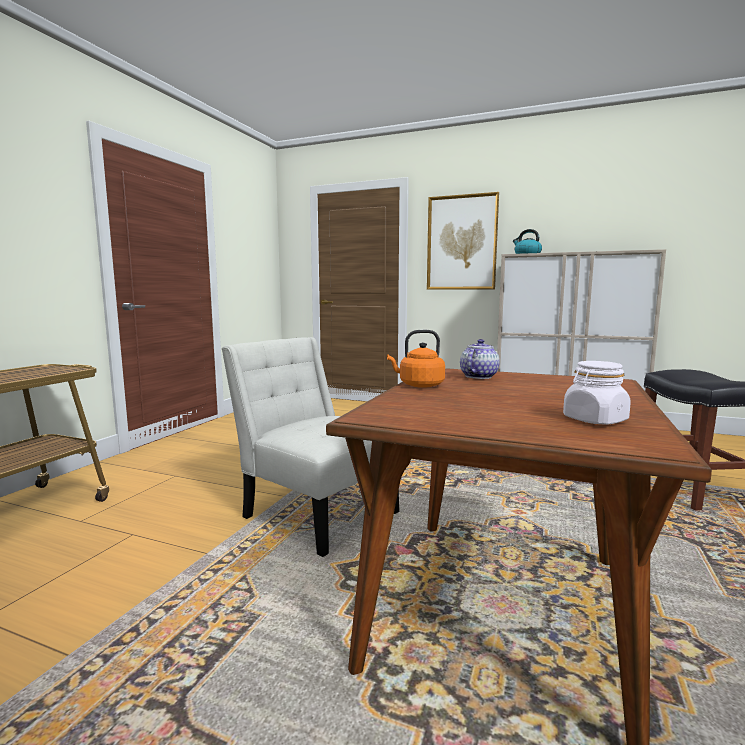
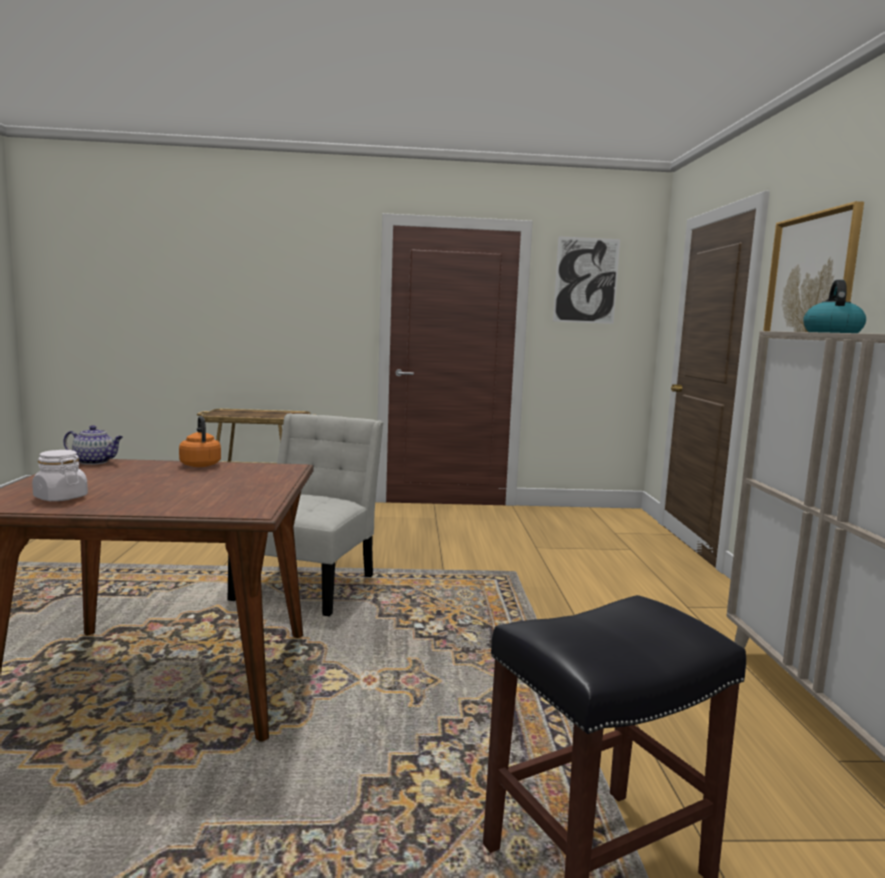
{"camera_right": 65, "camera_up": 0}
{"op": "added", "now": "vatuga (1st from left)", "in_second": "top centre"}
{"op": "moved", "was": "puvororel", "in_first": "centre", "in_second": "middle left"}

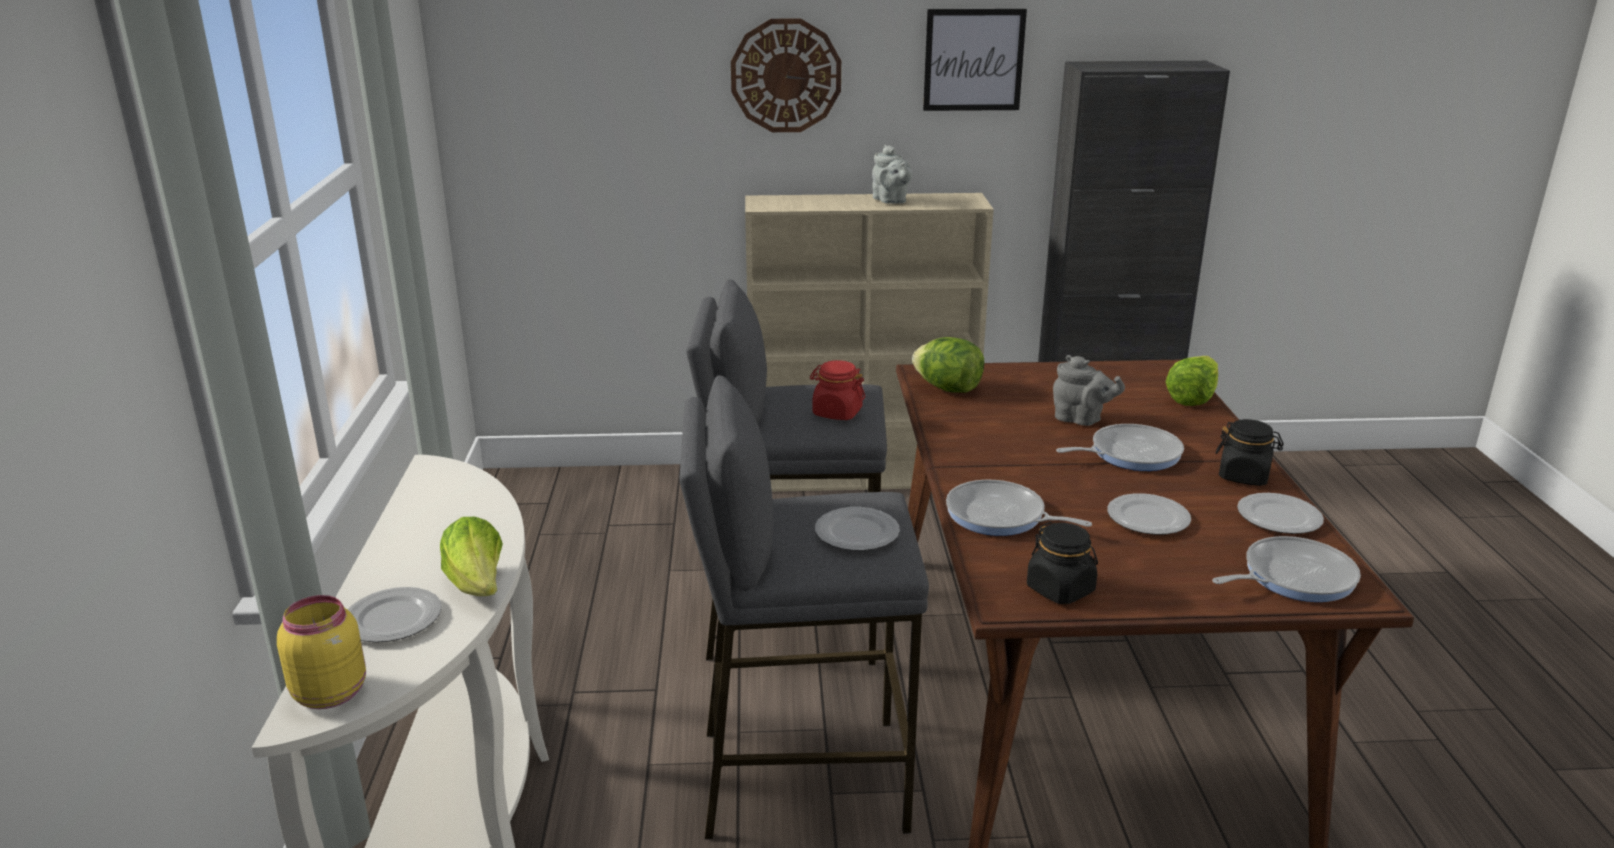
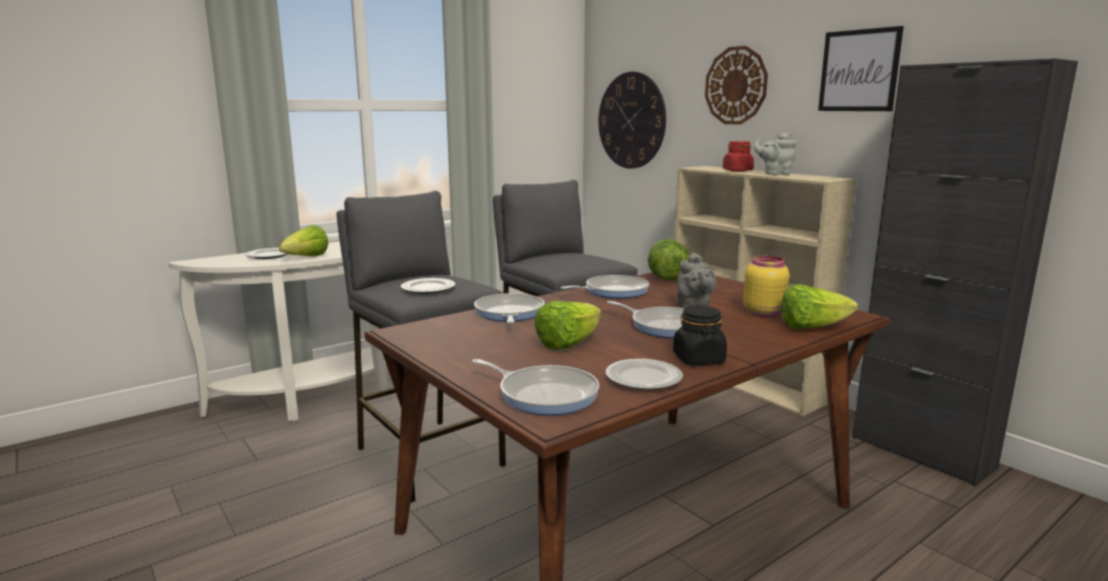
{"camera_right": 55, "camera_up": -10}
{"op": "removed", "was": "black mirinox (1st from left)", "in_first": "centre"}
{"op": "added", "now": "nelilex (3rd from left)", "in_second": "centre"}
{"op": "added", "now": "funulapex (1st from left)", "in_second": "top centre"}
{"op": "moved", "was": "yellow mirinox", "in_first": "bottom left", "in_second": "middle right"}
{"op": "moved", "was": "red mirinox", "in_first": "centre", "in_second": "top centre"}
{"op": "replaced", "was": "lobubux (3rd from left)", "now": "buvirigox (2nd from left)", "in_first": "middle right", "in_second": "centre"}
{"op": "turned", "was": "grey puvororel (1st from left in the first image)", "in_first": "top centre", "in_second": "top right", "clockwise": 60}

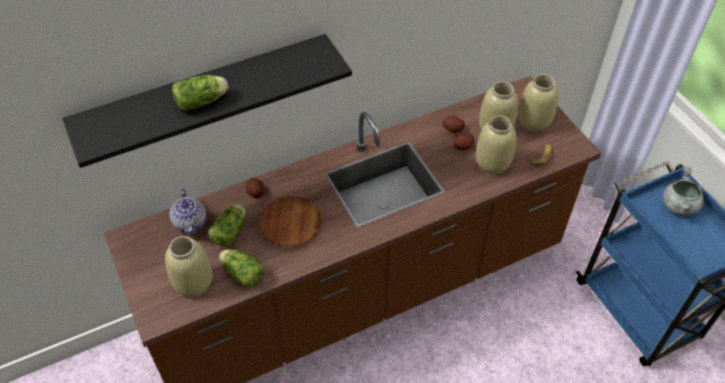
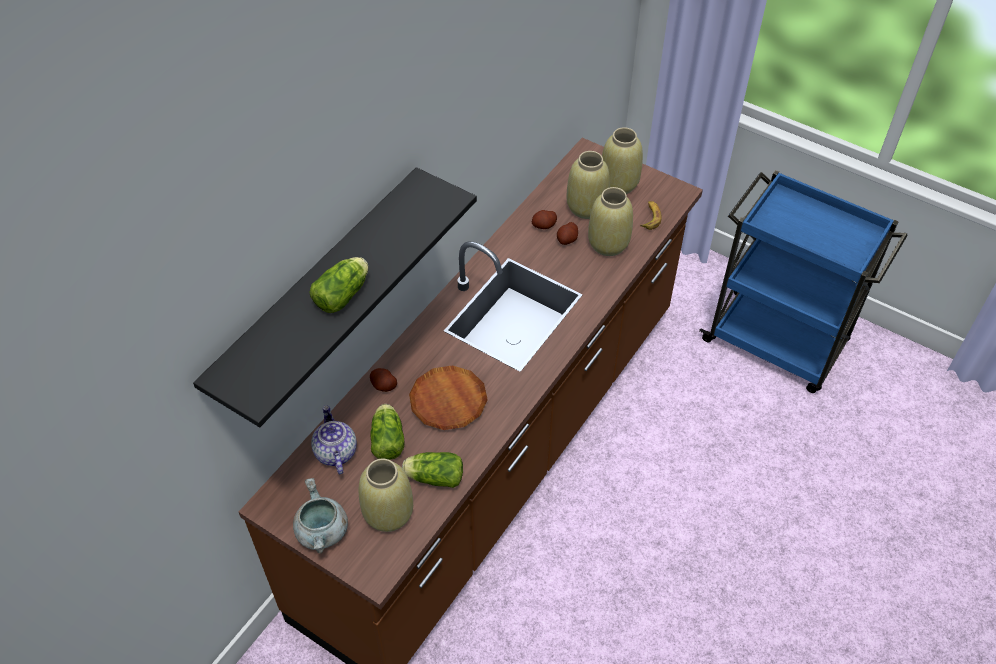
{"camera_right": -30, "camera_up": 0}
{"op": "moved", "was": "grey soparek", "in_first": "middle right", "in_second": "bottom left"}
{"op": "turned", "was": "puvororel", "in_first": "middle left", "in_second": "centre", "clockwise": -150}

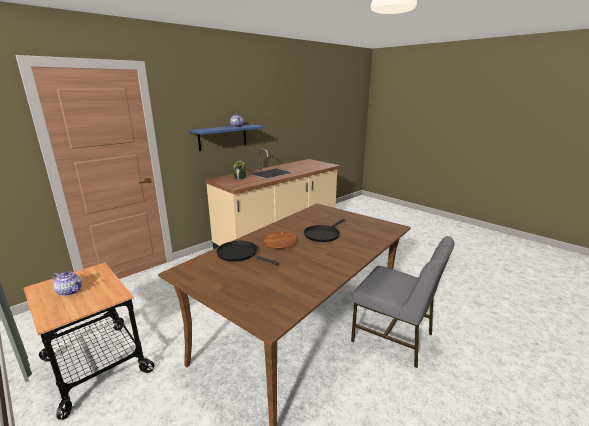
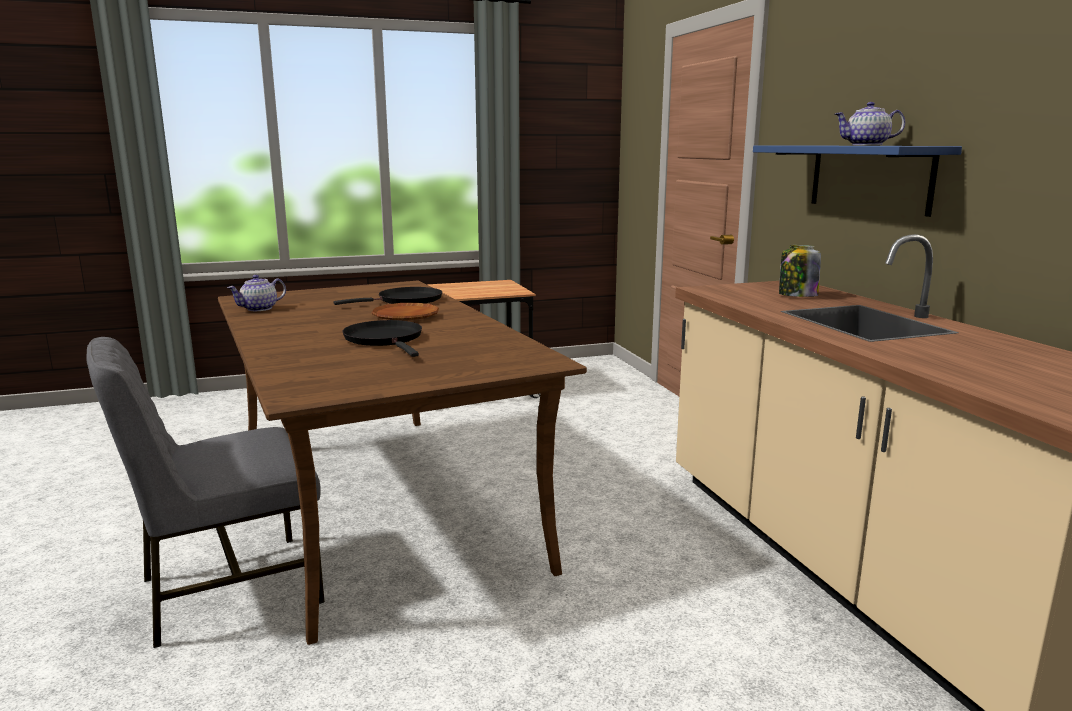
{"camera_right": 115, "camera_up": -5}
{"op": "moved", "was": "puvororel (1st from left)", "in_first": "bottom left", "in_second": "middle left"}

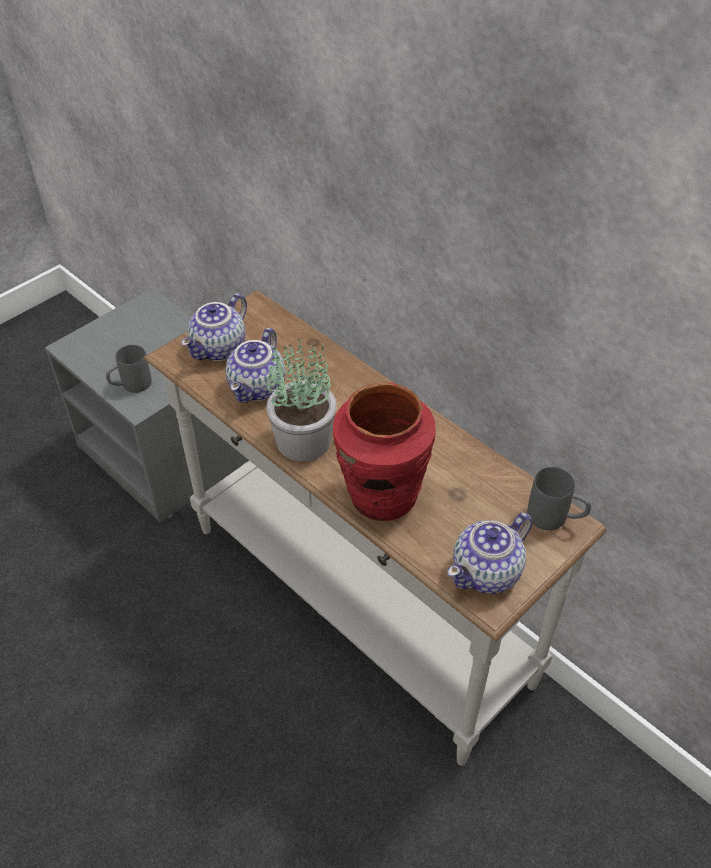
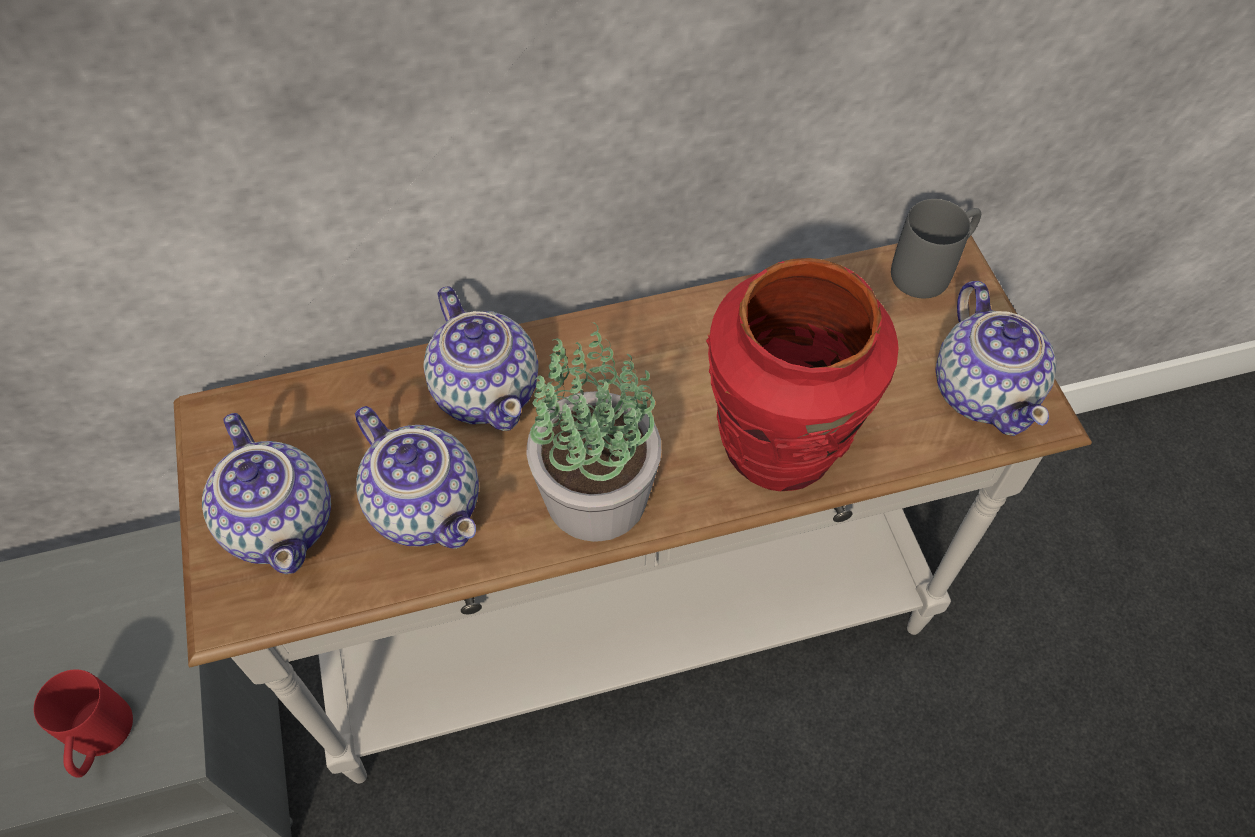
{"camera_right": -60, "camera_up": 10}
{"op": "added", "now": "puvororel (3rd from left)", "in_second": "centre"}
{"op": "recoloured", "was": "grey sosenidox (1st from left)", "now": "red sosenidox", "in_first": "middle left", "in_second": "bottom left"}

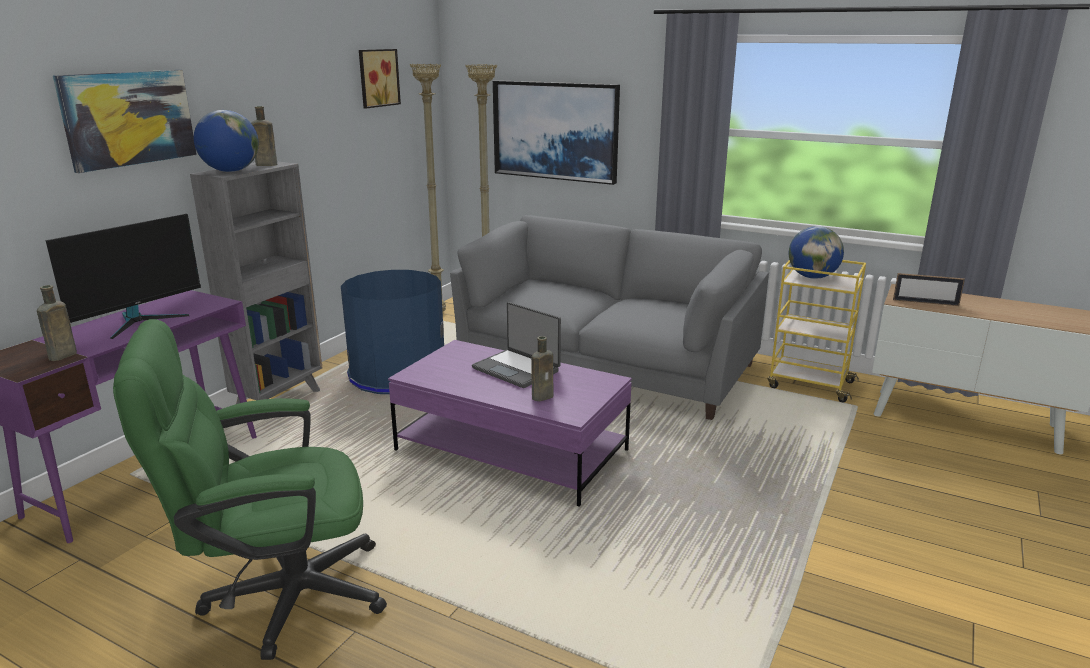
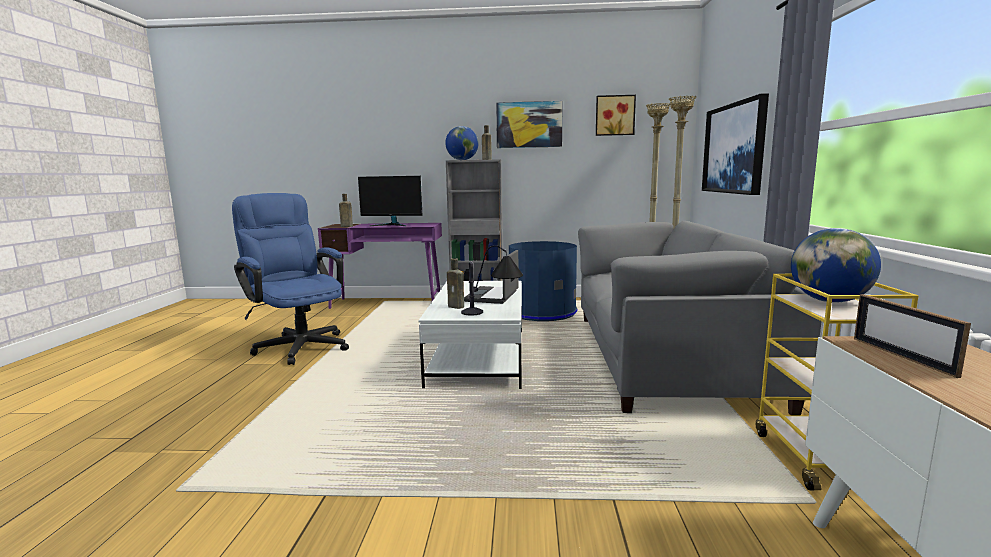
{"camera_right": 65, "camera_up": -10}
{"op": "added", "now": "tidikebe", "in_second": "centre"}
{"op": "moved", "was": "vatuga (1st from left)", "in_first": "top left", "in_second": "top centre"}
{"op": "recoloured", "was": "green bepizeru", "now": "blue bepizeru", "in_first": "bottom left", "in_second": "middle left"}
{"op": "recoloured", "was": "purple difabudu", "now": "white difabudu", "in_first": "centre", "in_second": "centre"}

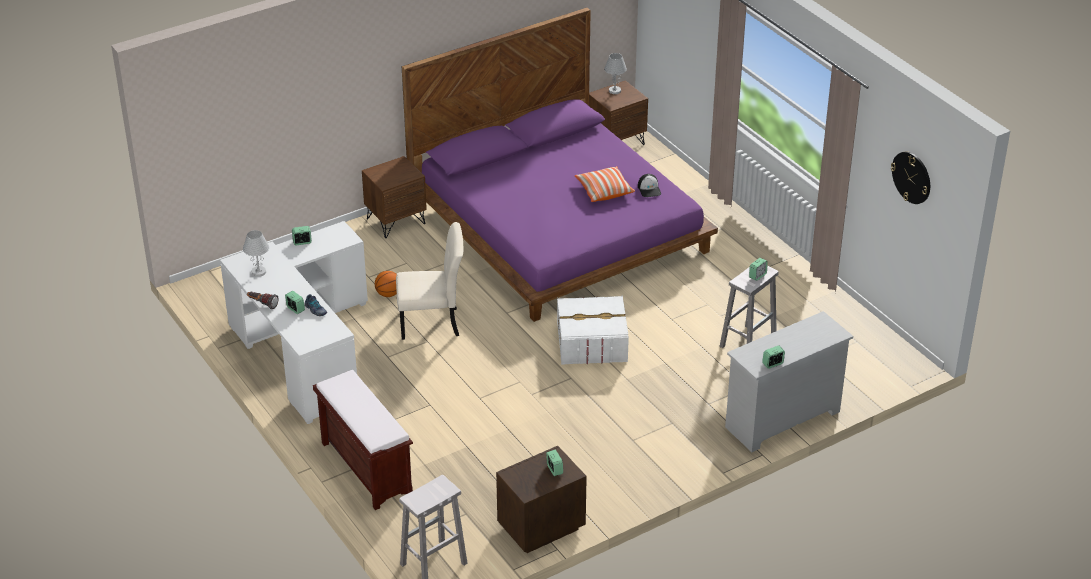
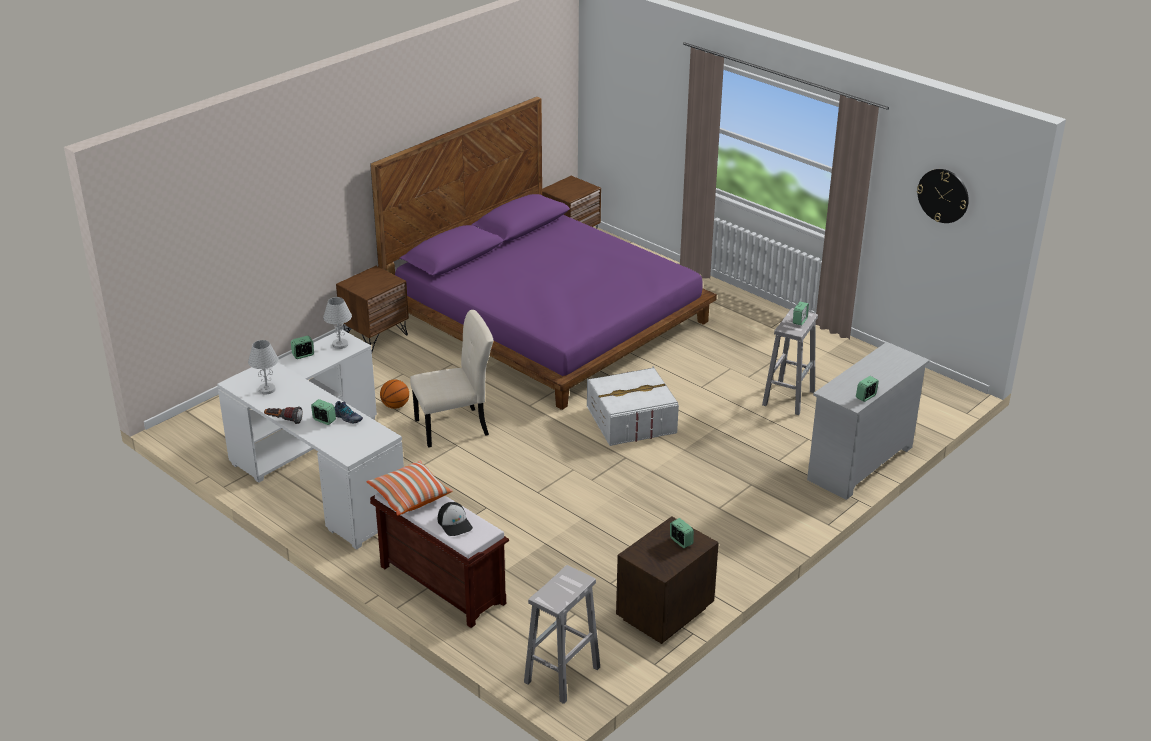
{"camera_right": -15, "camera_up": -5}
{"op": "moved", "was": "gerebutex", "in_first": "top centre", "in_second": "centre"}
{"op": "moved", "was": "white tidikebe (2nd from left)", "in_first": "top centre", "in_second": "middle left"}
{"op": "moved", "was": "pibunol", "in_first": "top centre", "in_second": "bottom centre"}

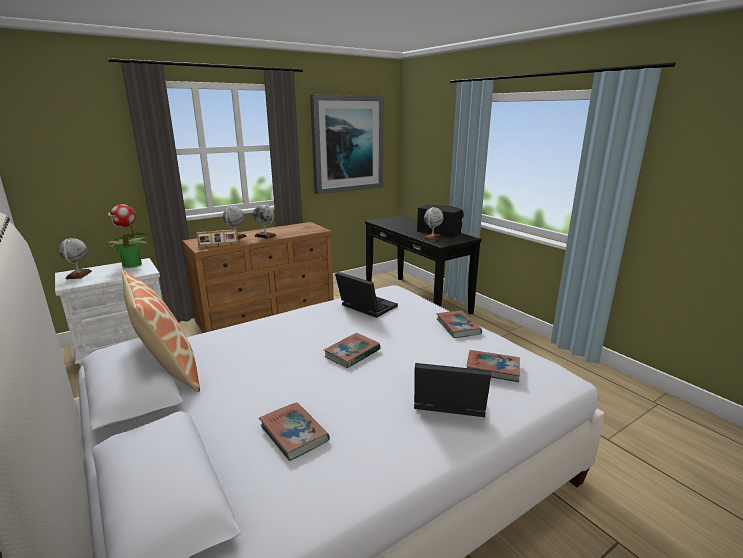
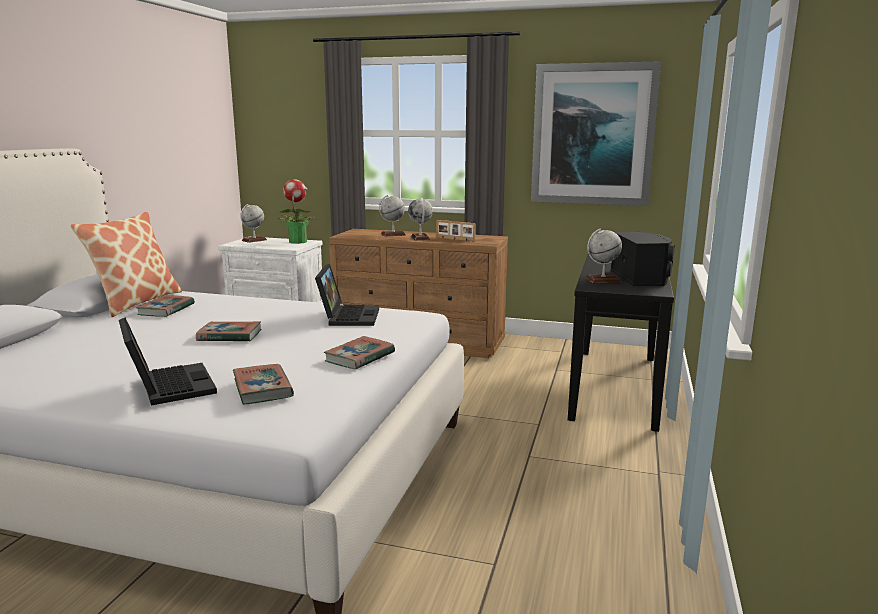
{"camera_right": 50, "camera_up": -5}
{"op": "moved", "was": "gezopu", "in_first": "middle left", "in_second": "centre"}
{"op": "moved", "was": "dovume (1st from left)", "in_first": "bottom centre", "in_second": "middle left"}

